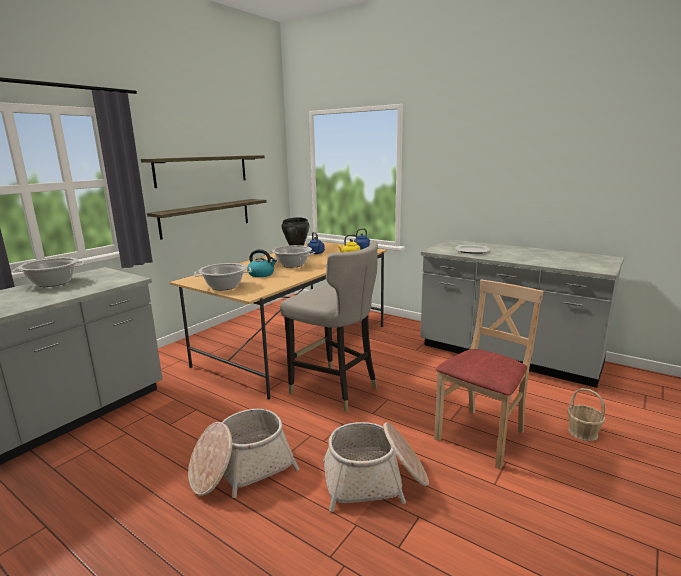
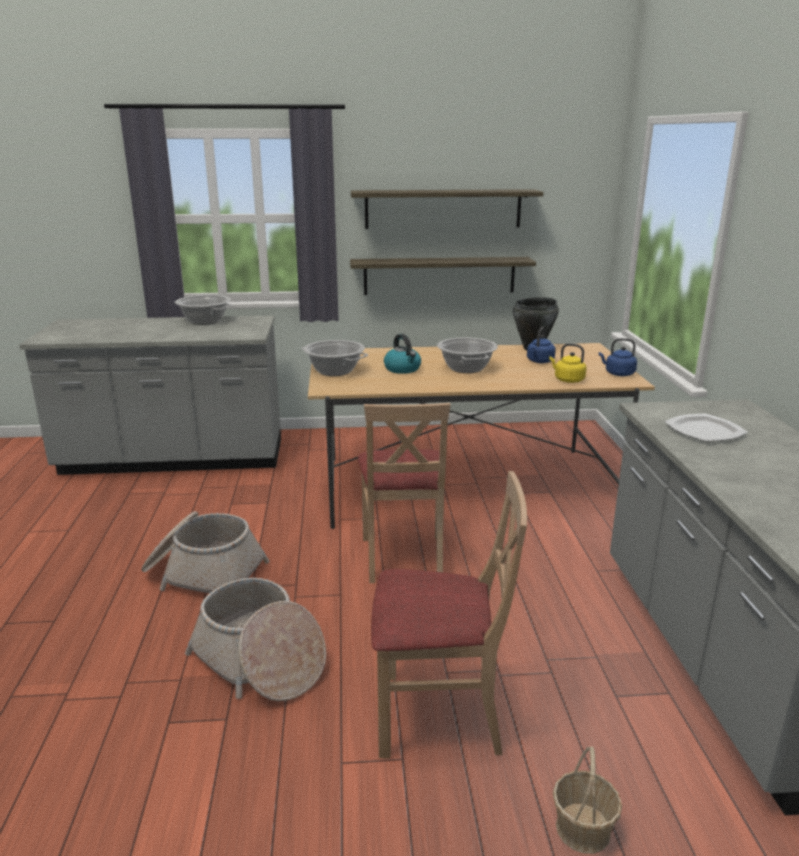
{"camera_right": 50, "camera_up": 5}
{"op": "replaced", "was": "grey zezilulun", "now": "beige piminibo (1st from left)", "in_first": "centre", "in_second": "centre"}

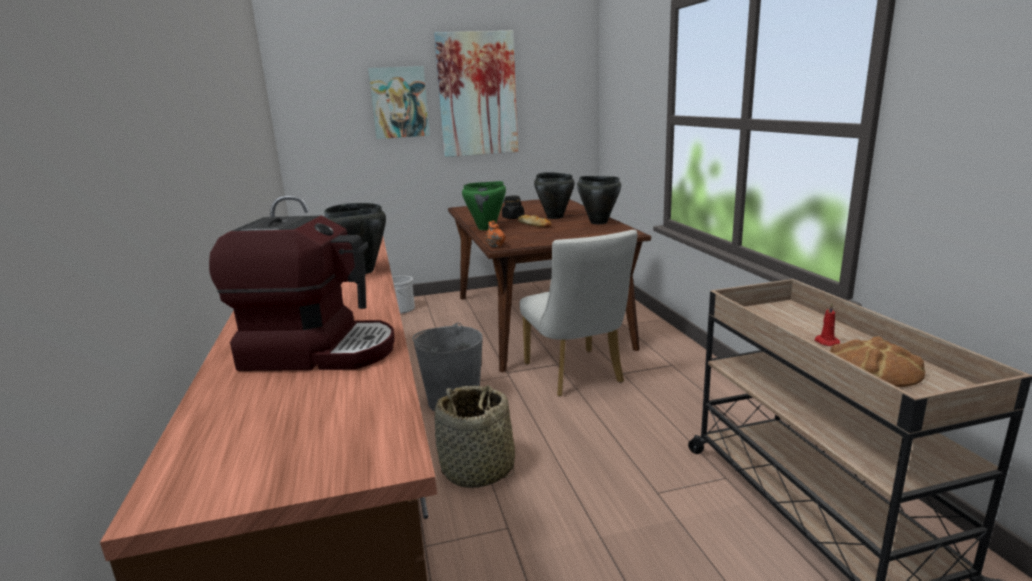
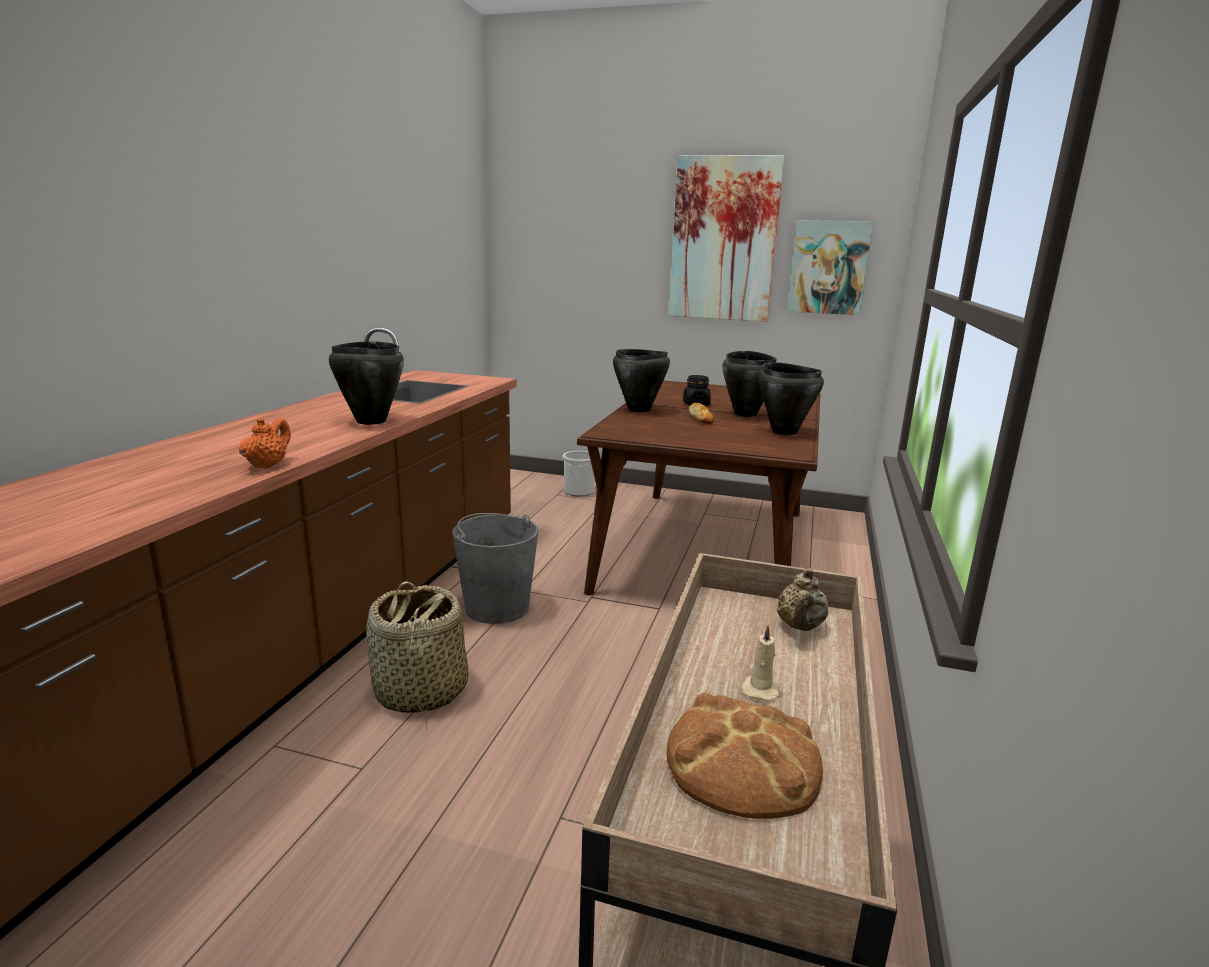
{"camera_right": 30, "camera_up": 0}
{"op": "removed", "was": "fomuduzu", "in_first": "middle left"}
{"op": "removed", "was": "white piminibo", "in_first": "centre"}
{"op": "added", "now": "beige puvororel", "in_second": "centre"}
{"op": "moved", "was": "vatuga (1st from left in the first image)", "now": "vatuga (2nd from left)", "in_first": "top centre", "in_second": "top right"}
{"op": "moved", "was": "orange puvororel", "in_first": "centre", "in_second": "middle left"}
{"op": "recoloured", "was": "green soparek", "now": "black soparek (2nd from left)", "in_first": "centre", "in_second": "centre"}
{"op": "recoloured", "was": "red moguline", "now": "beige moguline", "in_first": "middle right", "in_second": "bottom centre"}

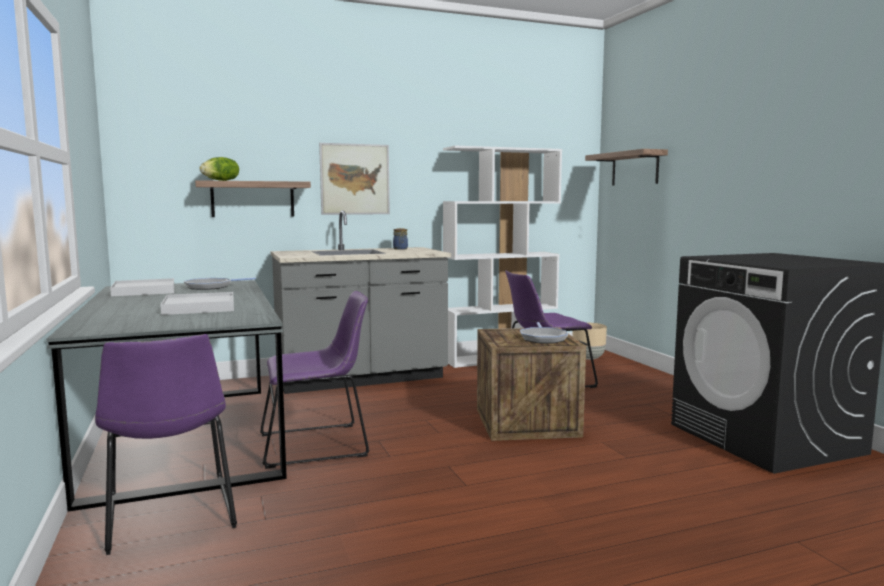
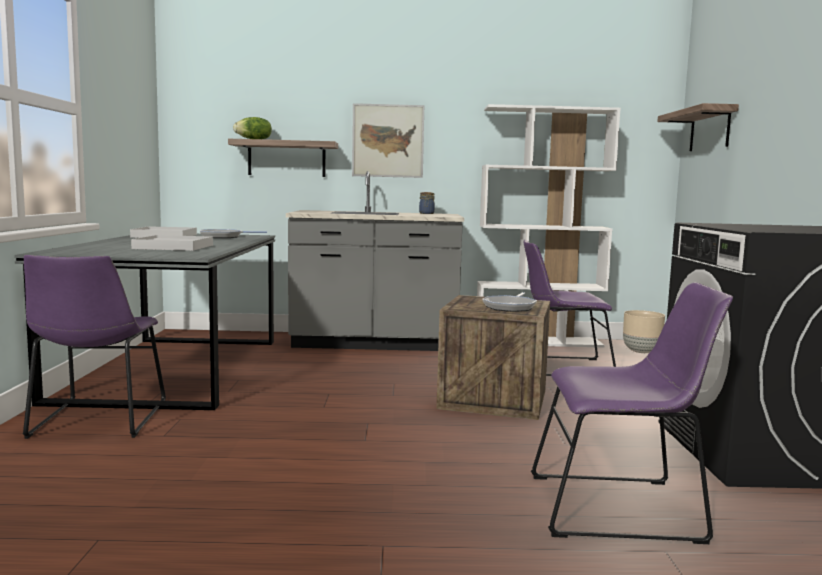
{"camera_right": 20, "camera_up": 0}
{"op": "moved", "was": "purple piminibo (2nd from left in the first image)", "now": "purple piminibo (3rd from left)", "in_first": "centre", "in_second": "bottom right"}

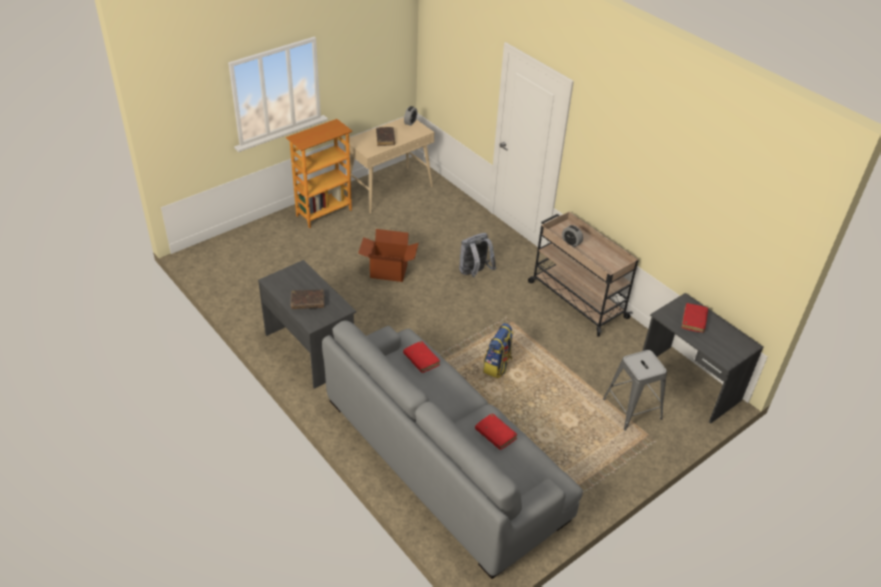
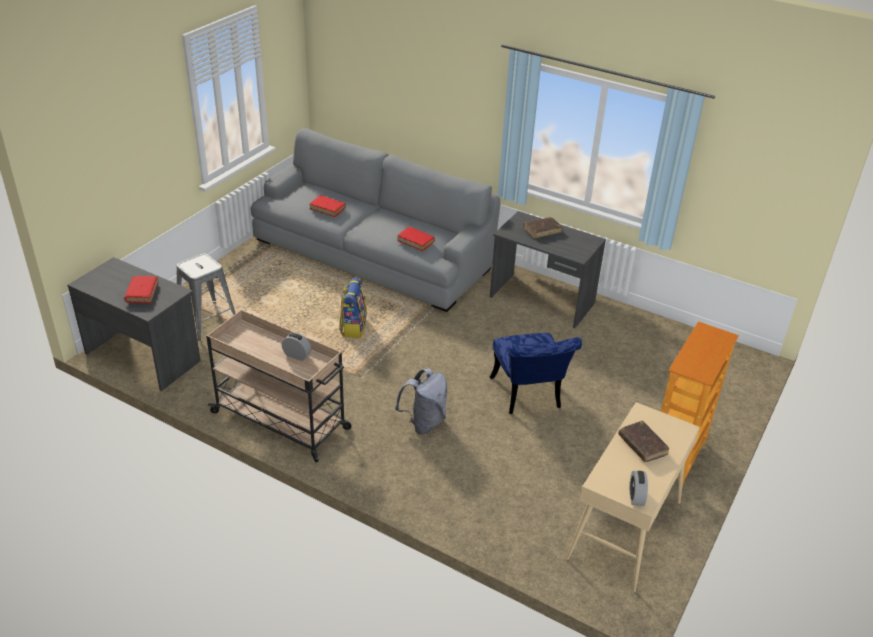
{"camera_right": 160, "camera_up": -5}
{"op": "replaced", "was": "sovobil", "now": "blue piminibo", "in_first": "centre", "in_second": "centre"}

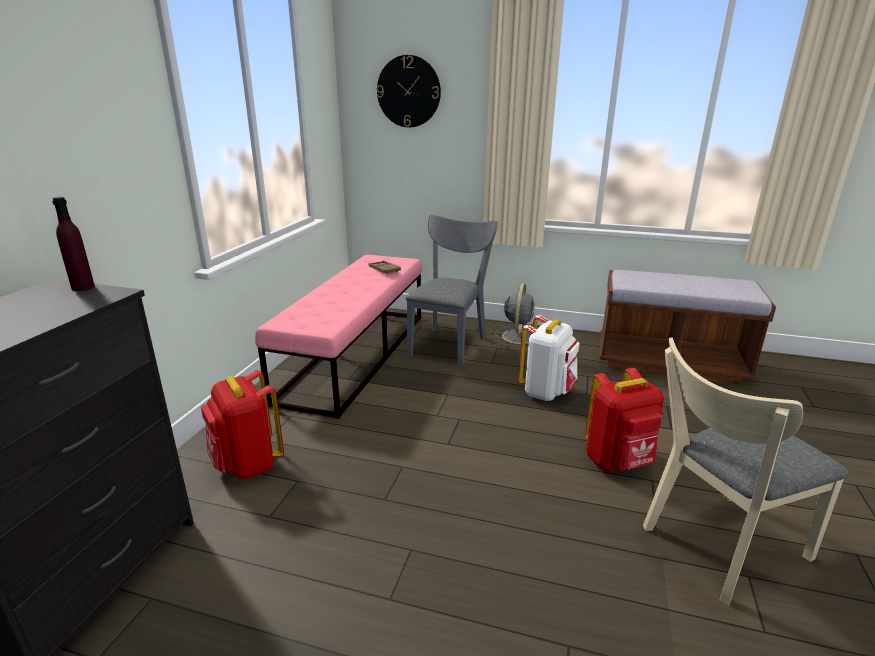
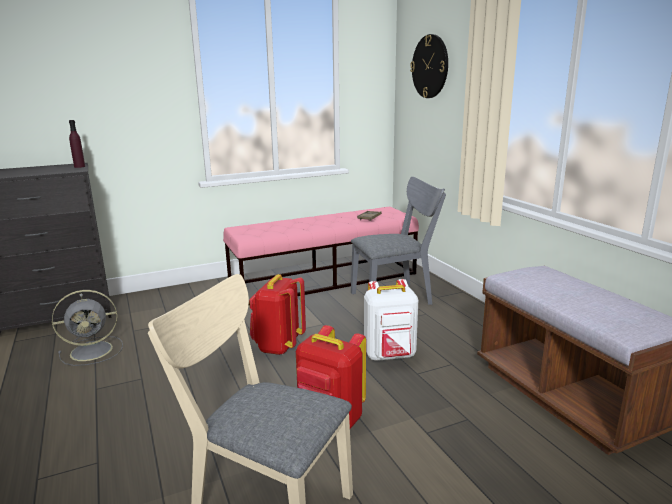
{"camera_right": 50, "camera_up": -5}
{"op": "moved", "was": "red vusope (1st from left)", "in_first": "middle left", "in_second": "centre"}
{"op": "moved", "was": "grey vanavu", "in_first": "centre", "in_second": "middle left"}

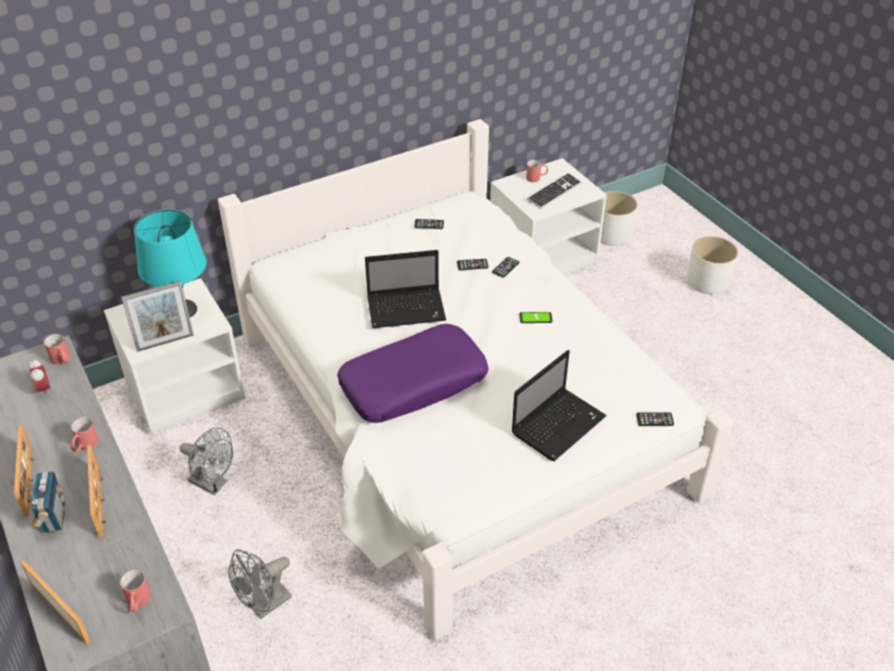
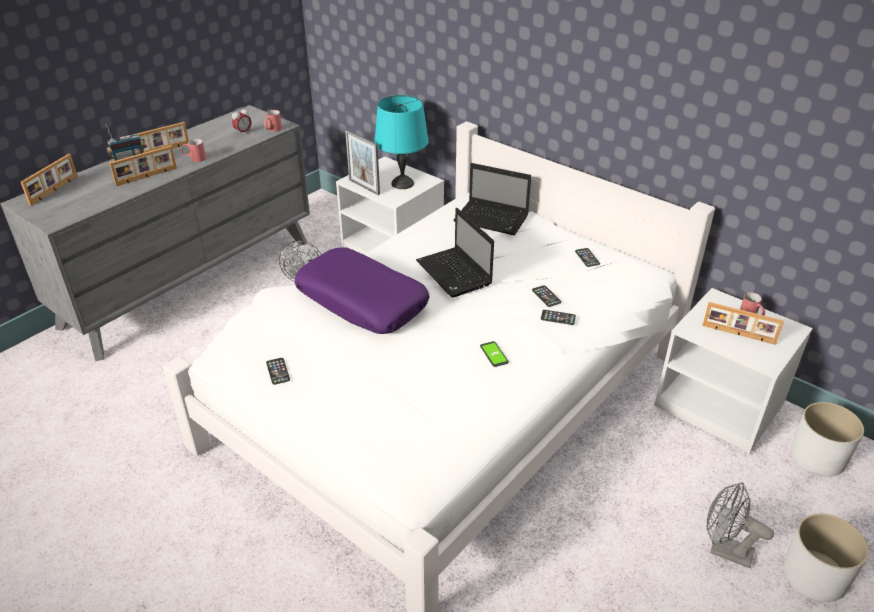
{"camera_right": 70, "camera_up": -5}
{"op": "removed", "was": "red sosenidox (3rd from left)", "in_first": "bottom left"}
{"op": "moved", "was": "grey vanavu (2nd from left)", "in_first": "bottom left", "in_second": "bottom right"}
{"op": "moved", "was": "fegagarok (2nd from left)", "in_first": "centre", "in_second": "top centre"}
{"op": "moved", "was": "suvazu (5th from left in the first image)", "now": "suvazu (1st from left)", "in_first": "middle right", "in_second": "middle left"}
{"op": "replaced", "was": "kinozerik", "now": "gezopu (5th from left)", "in_first": "top centre", "in_second": "middle right"}

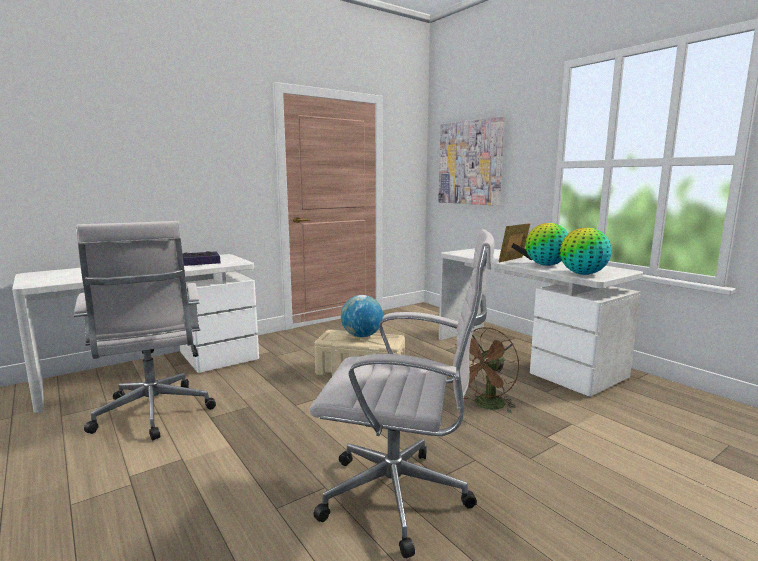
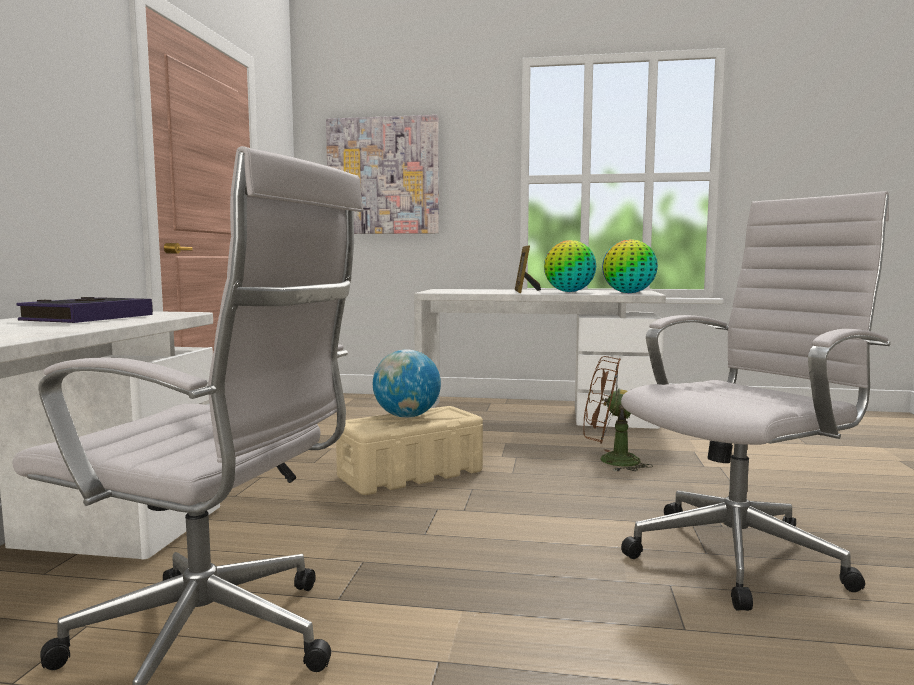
{"camera_right": -45, "camera_up": -5}
{"op": "turned", "was": "brown vanavu", "in_first": "centre", "in_second": "middle right", "clockwise": 105}

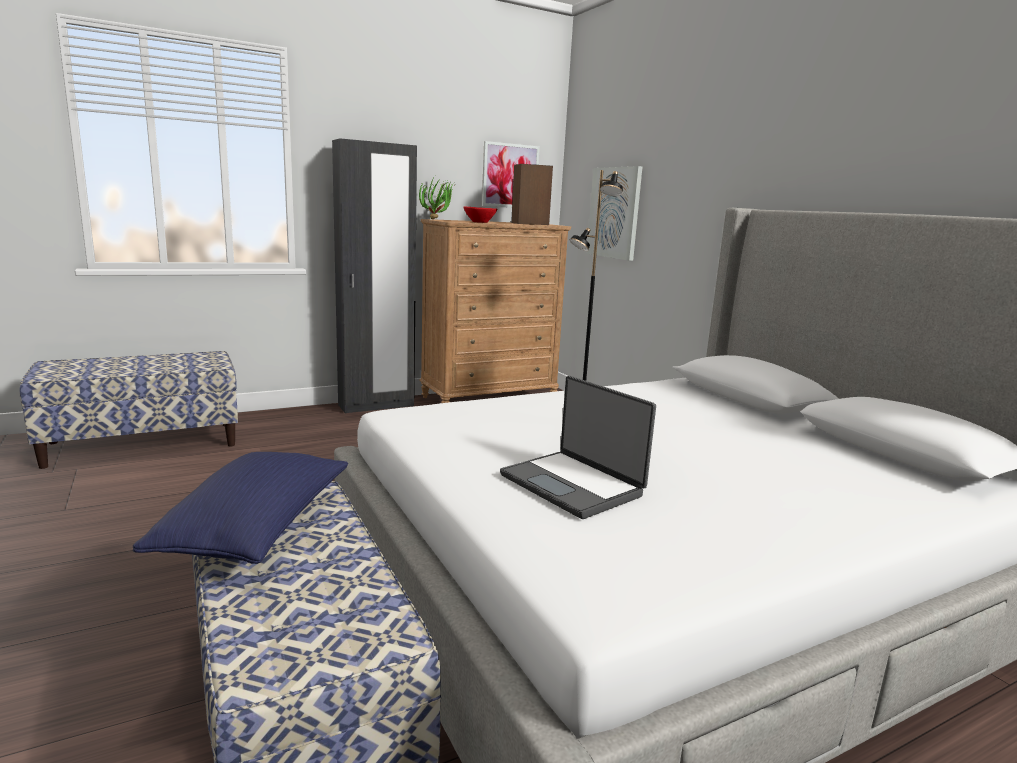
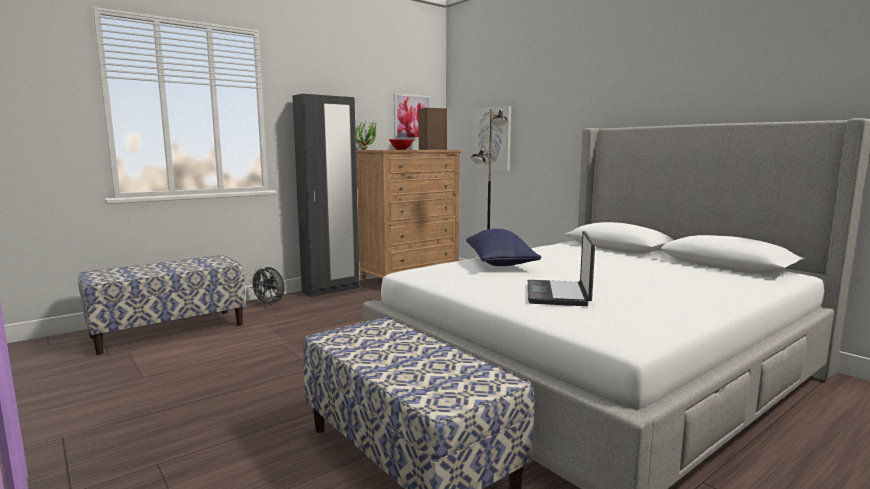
{"camera_right": -10, "camera_up": -5}
{"op": "added", "now": "grey vanavu", "in_second": "middle left"}
{"op": "moved", "was": "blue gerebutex", "in_first": "middle left", "in_second": "centre"}
{"op": "turned", "was": "fegagarok", "in_first": "centre", "in_second": "centre", "clockwise": 60}

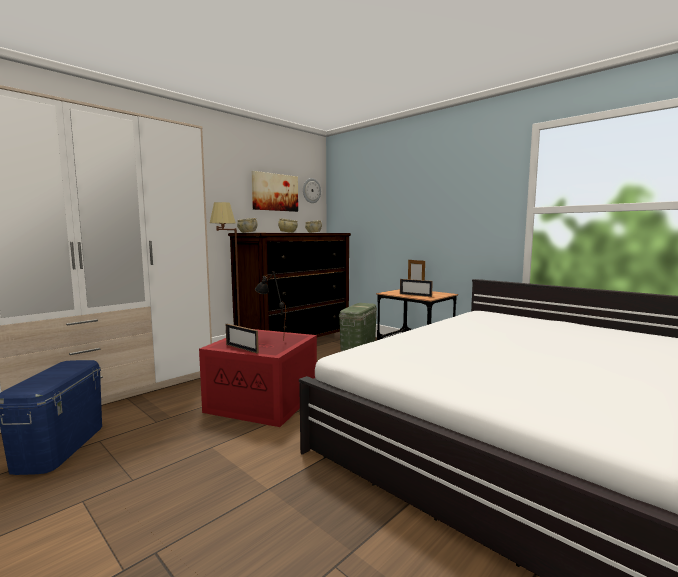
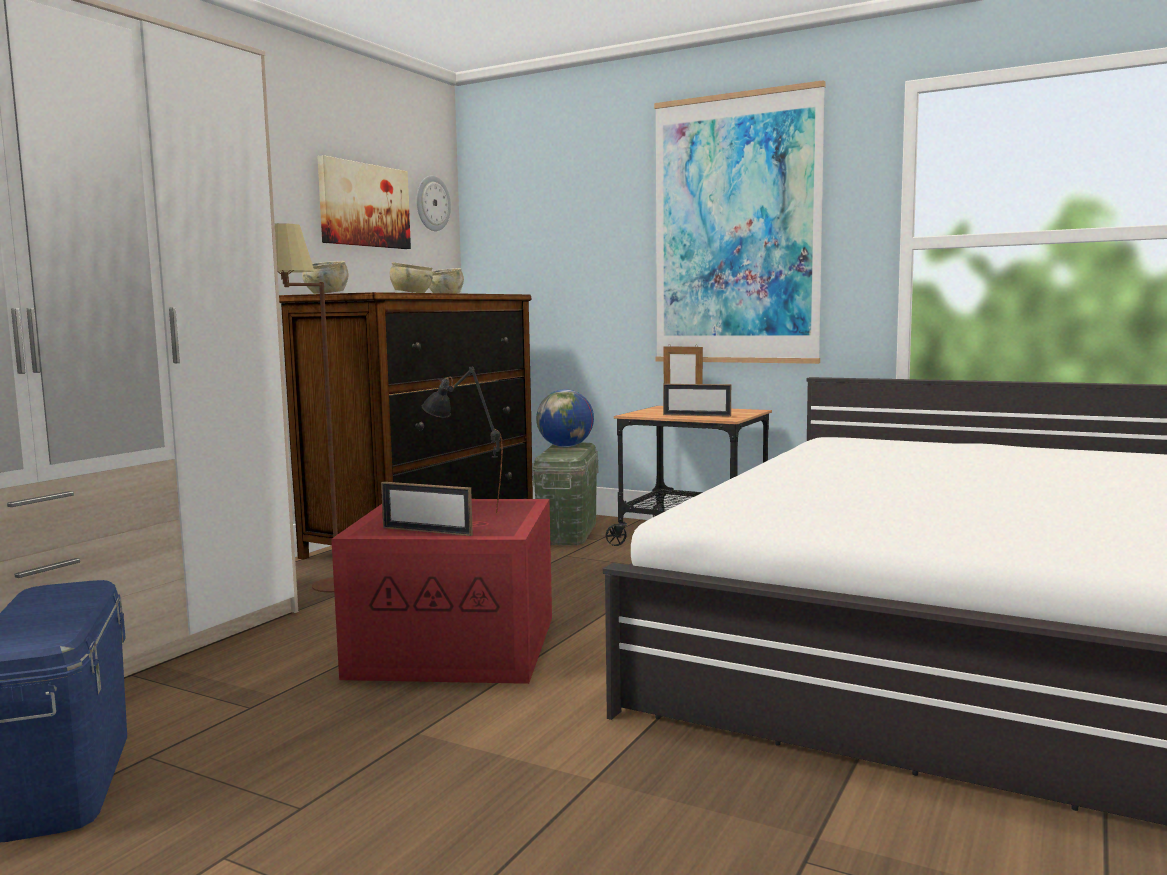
{"camera_right": -15, "camera_up": 0}
{"op": "added", "now": "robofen", "in_second": "centre"}
{"op": "added", "now": "vatuga (2nd from left)", "in_second": "top centre"}

